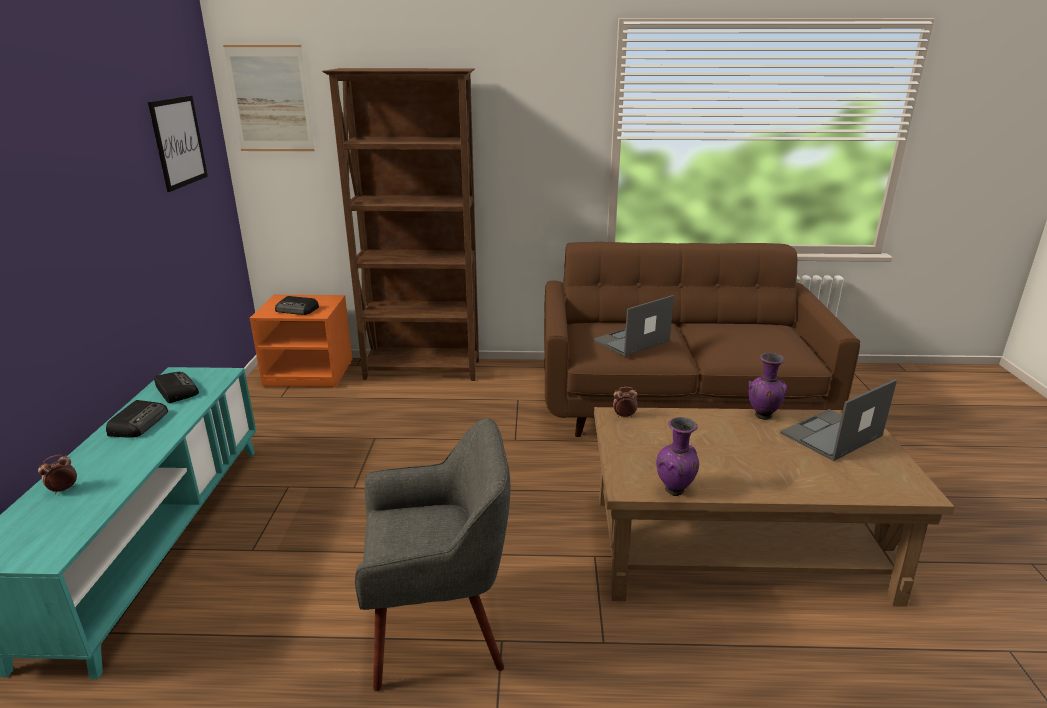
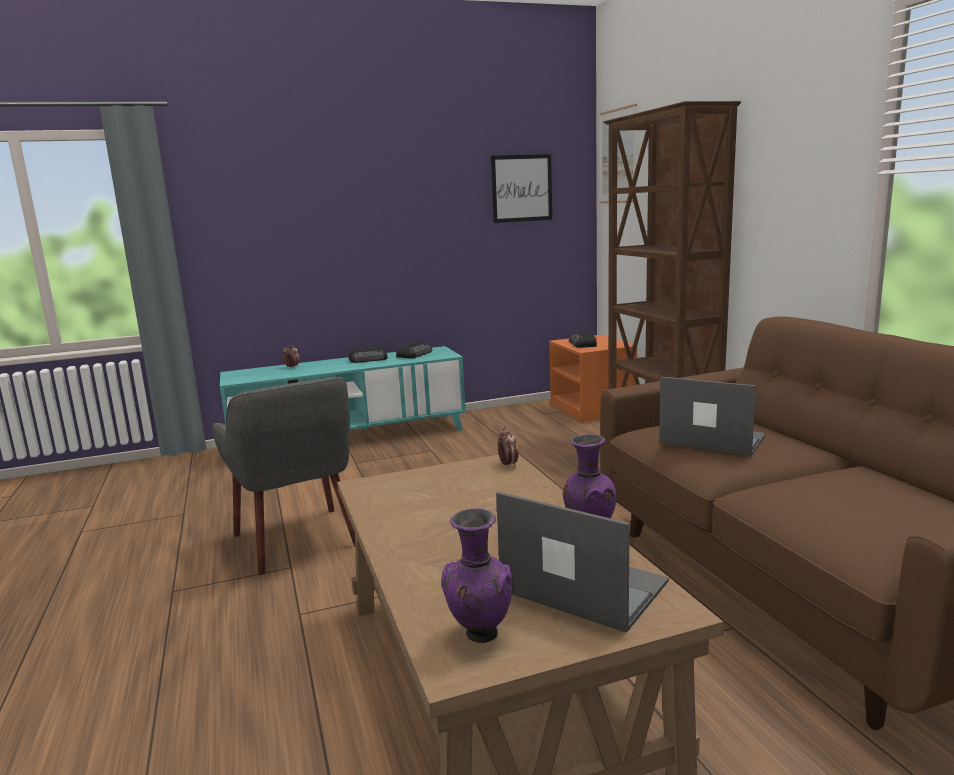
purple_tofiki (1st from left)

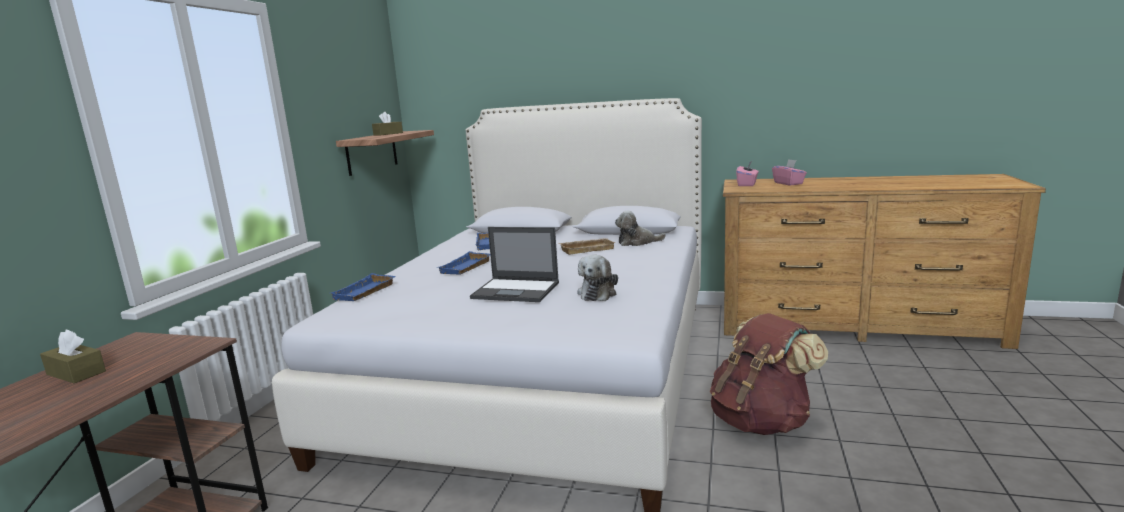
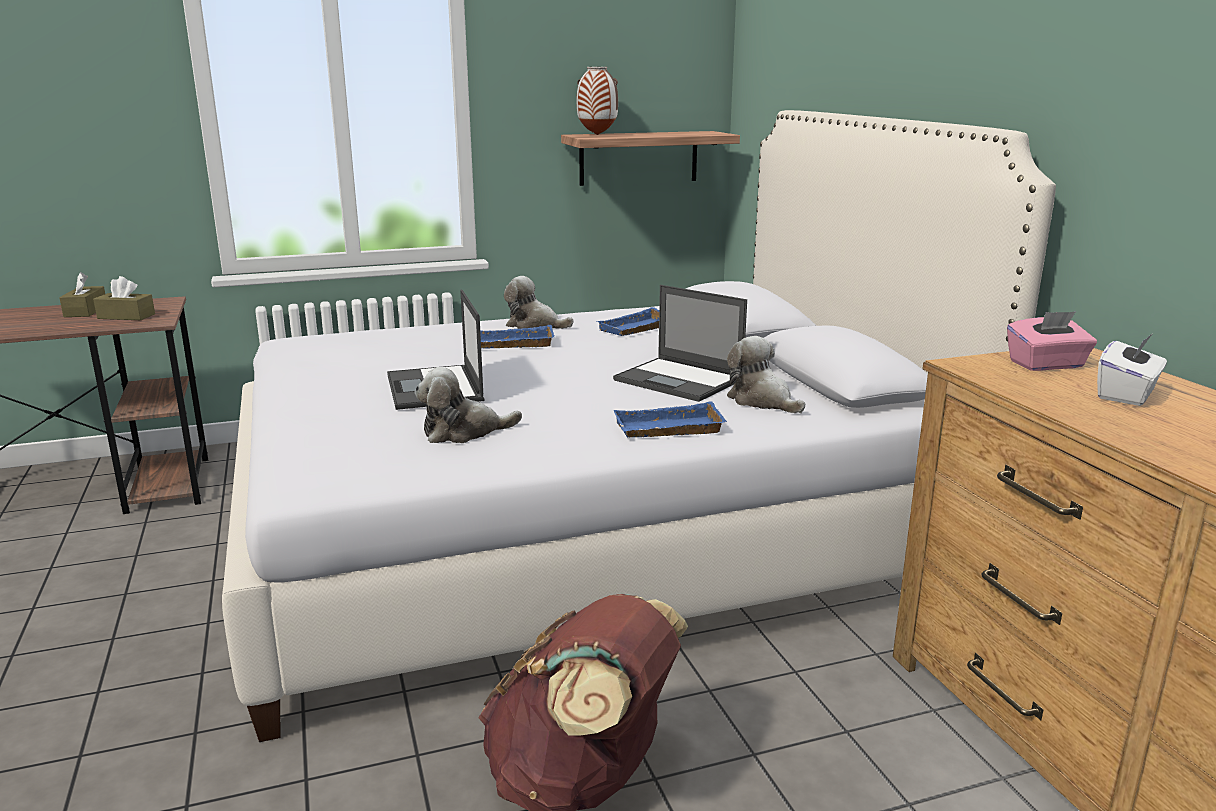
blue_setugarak (3rd from left); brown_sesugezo (2nd from left); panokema (2nd from left); white_sesugezo; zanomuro (2nd from left); tofiki

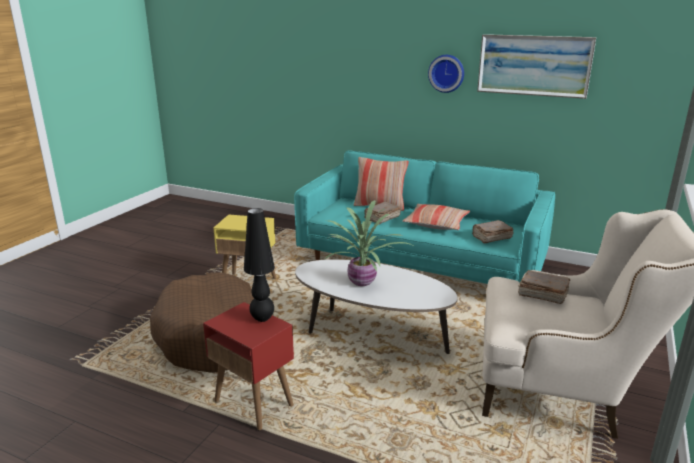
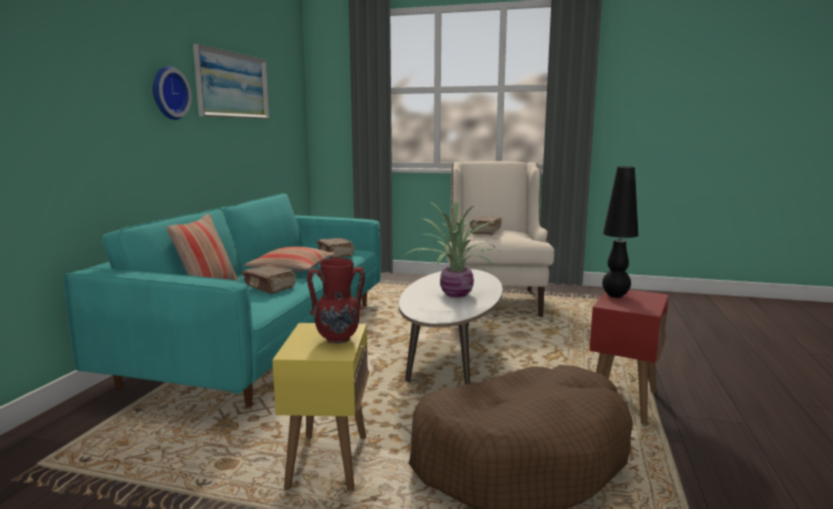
red_tofiki

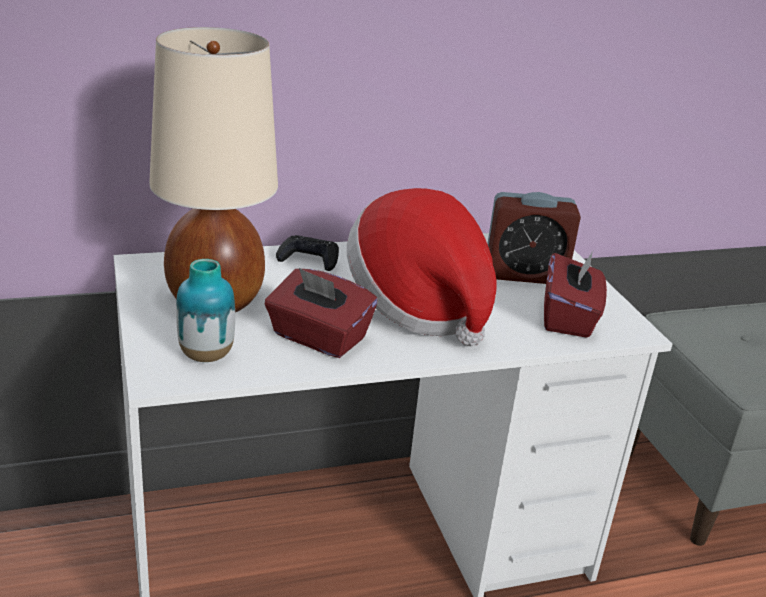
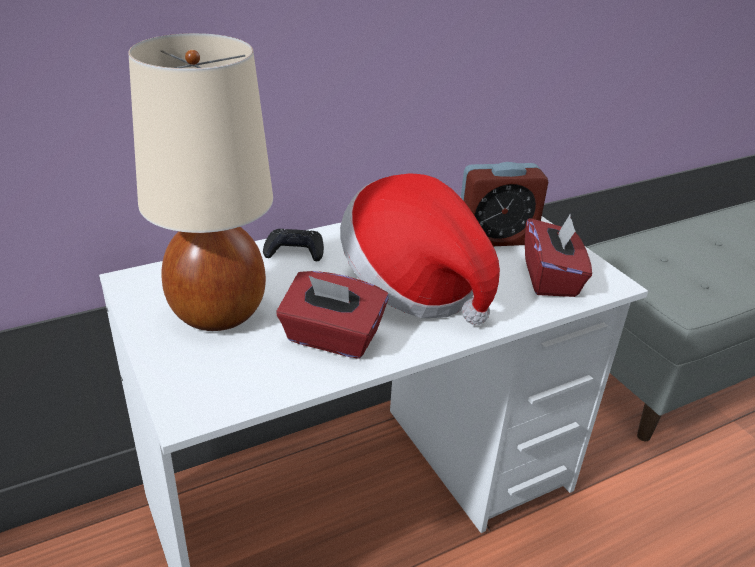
tofiki

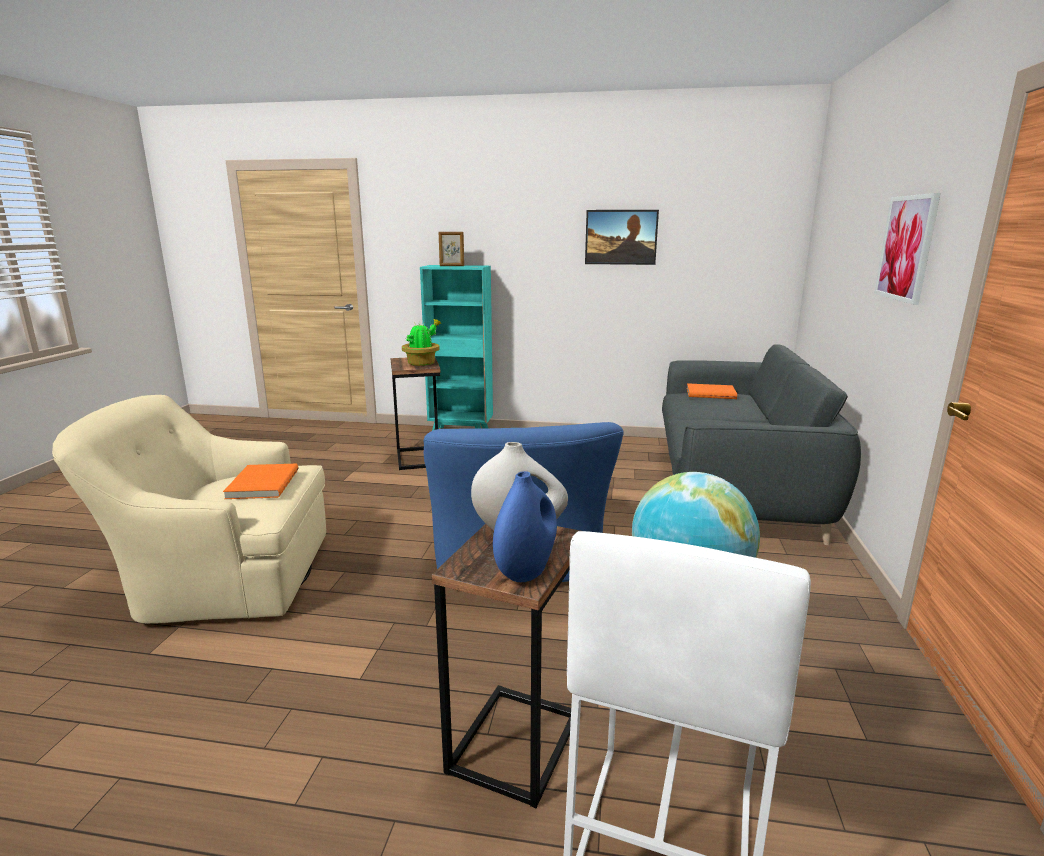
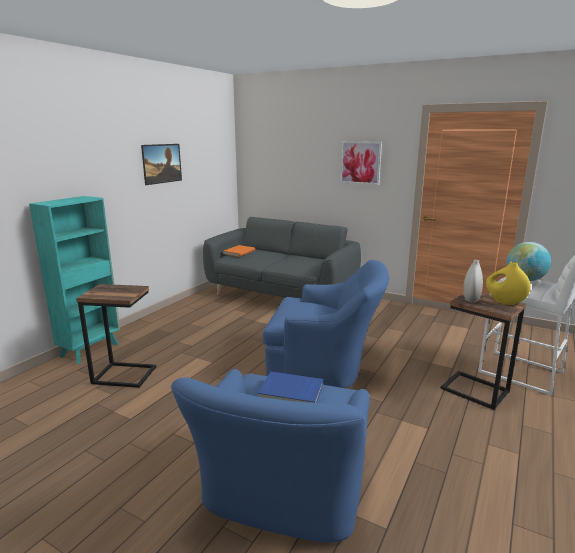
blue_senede (1st from left); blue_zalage; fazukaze; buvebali; yellow_tofiki

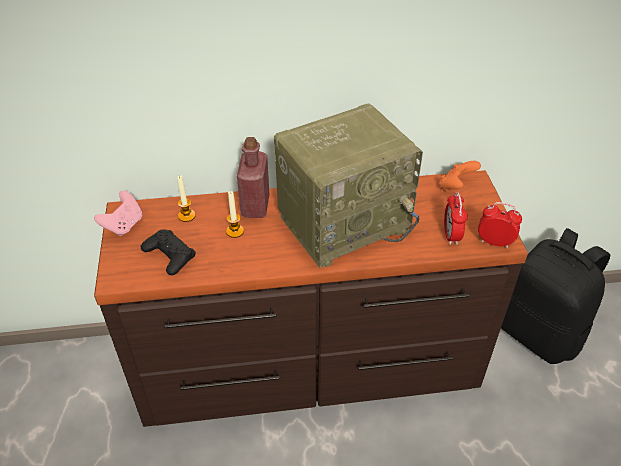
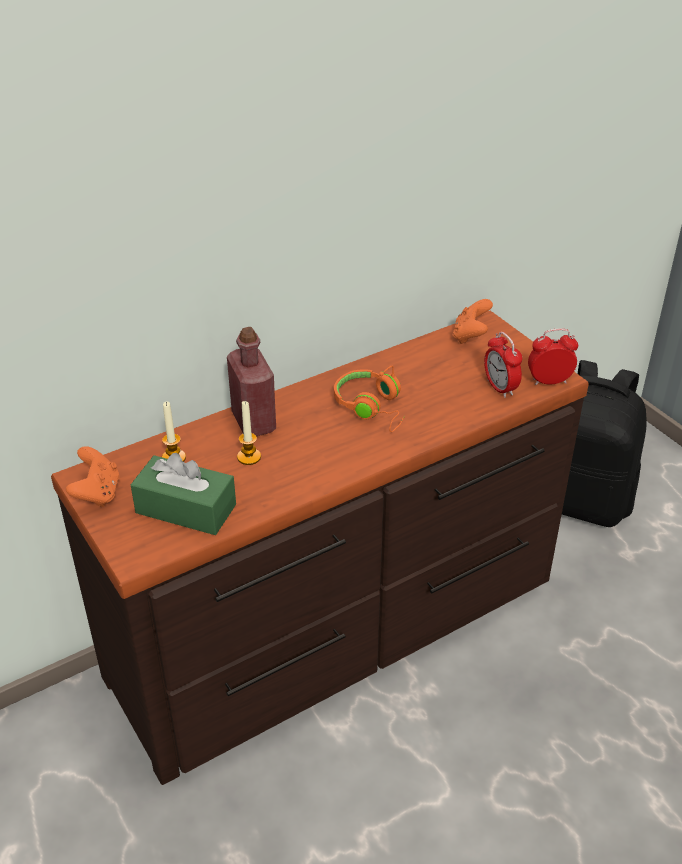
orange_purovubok (1st from left); green_sesugezo; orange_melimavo

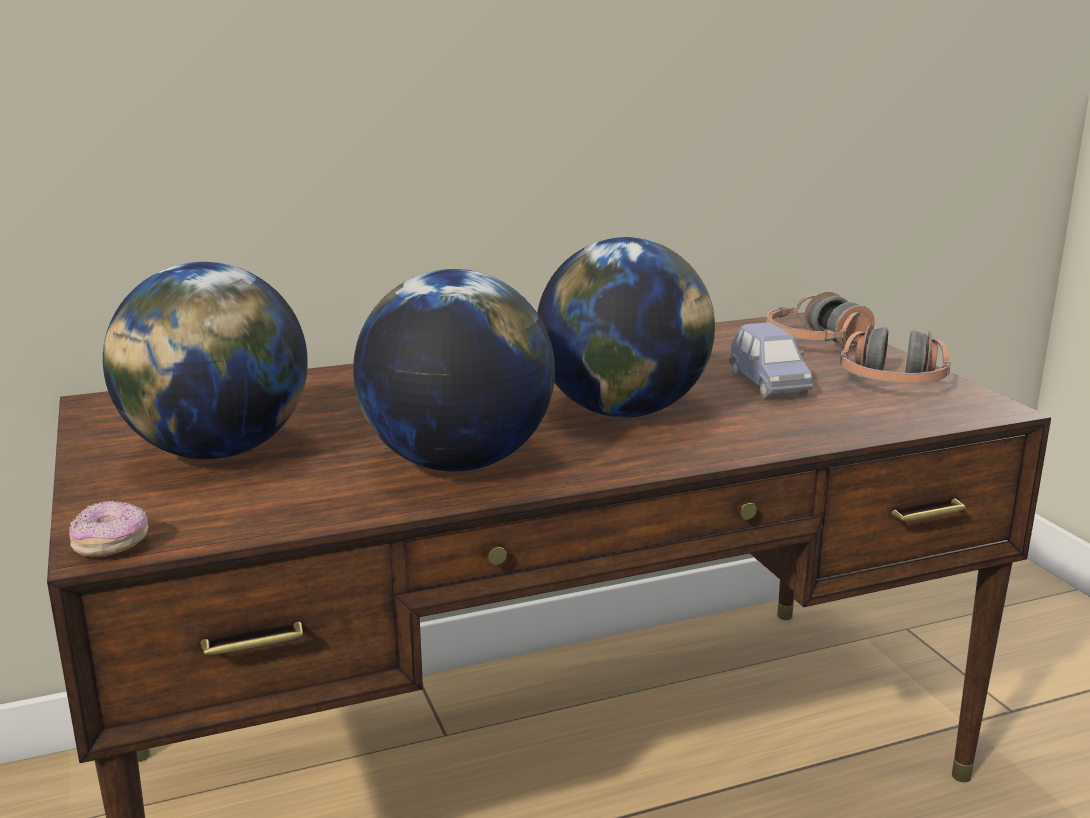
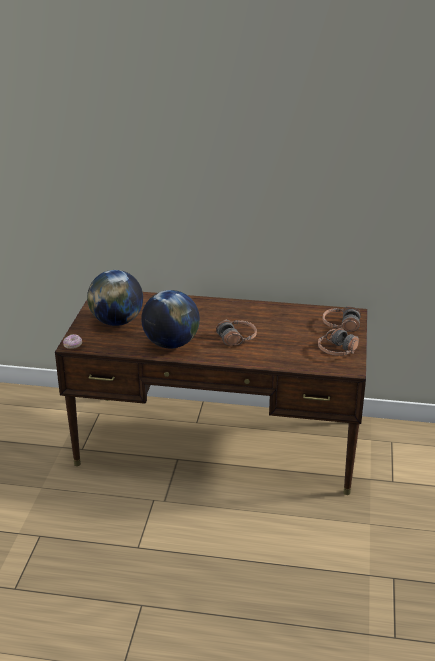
melimavo (1st from left); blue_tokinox

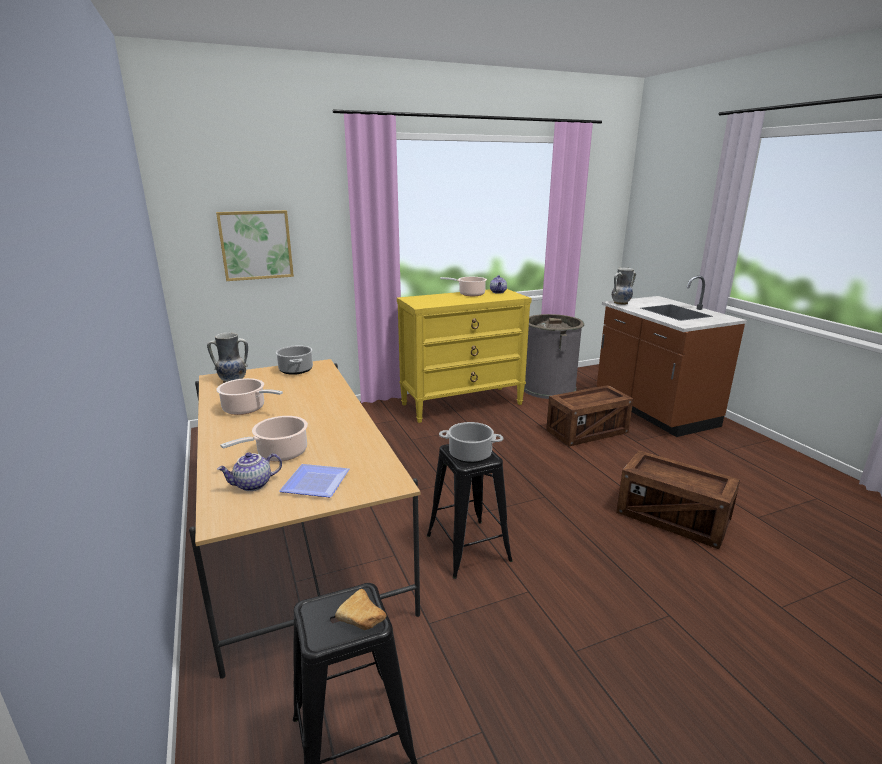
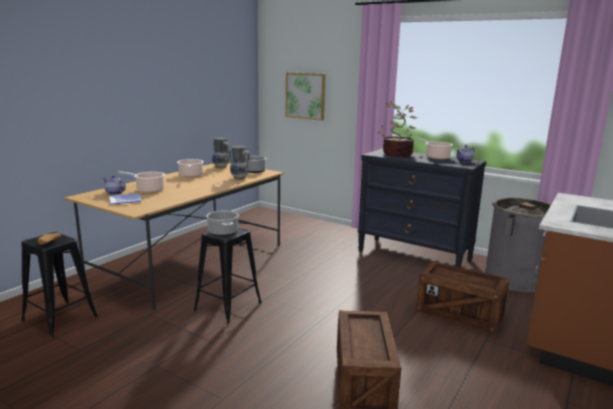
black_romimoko; tofiki (2nd from left); fazukaze

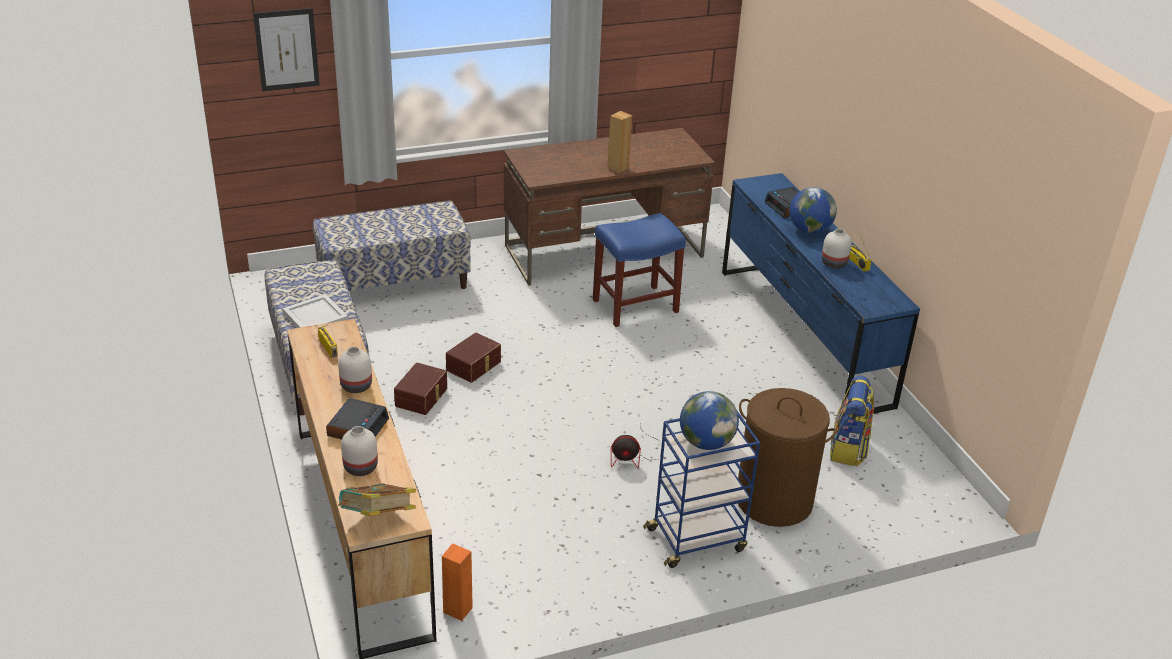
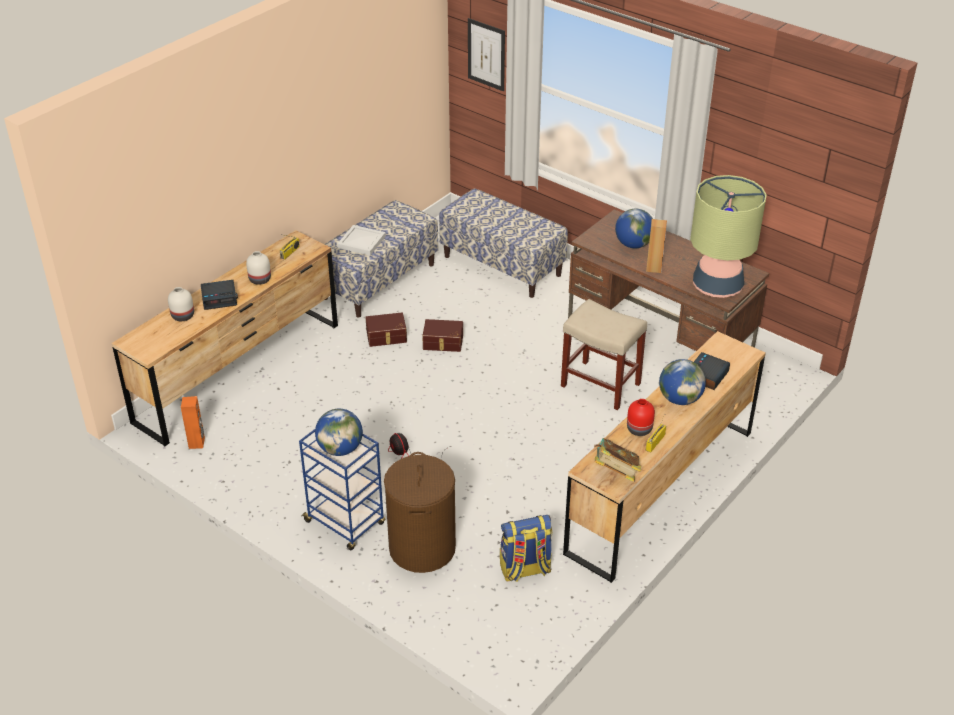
zalage; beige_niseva; brown_romimoko (2nd from left); red_tofiki; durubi (2nd from left); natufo

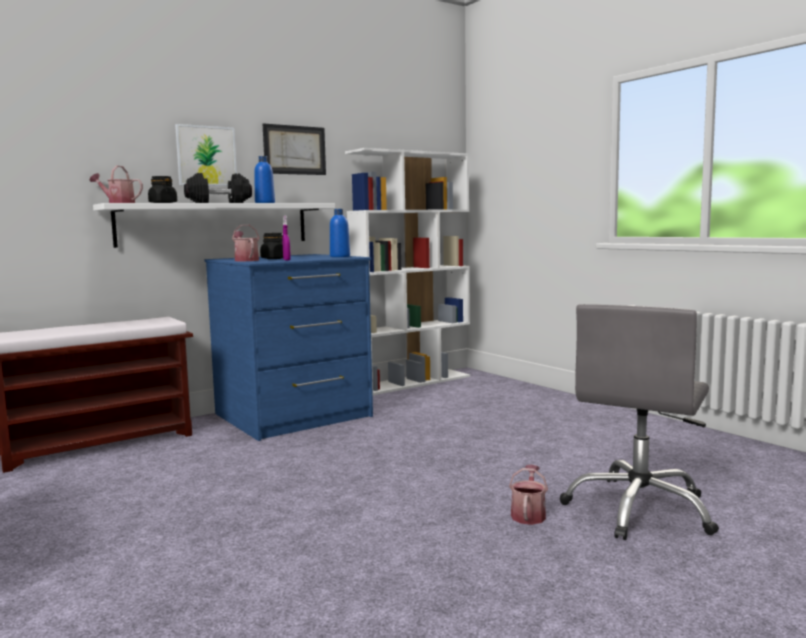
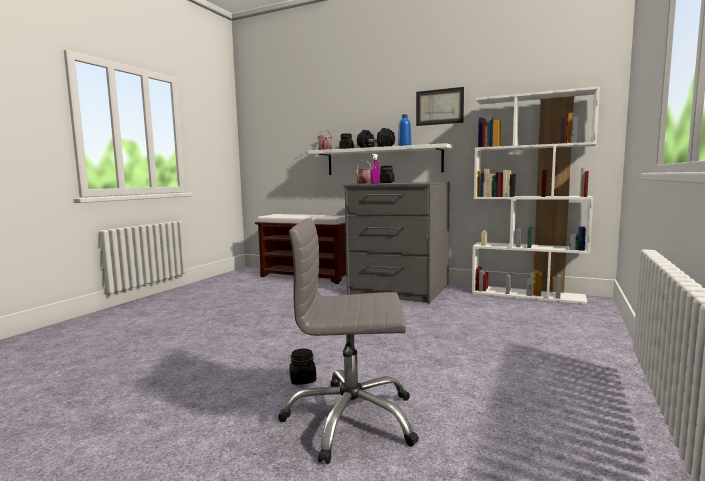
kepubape (1st from left in the first image); grey_romimoko; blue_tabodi (2nd from left in the first image); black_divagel (1st from left)

